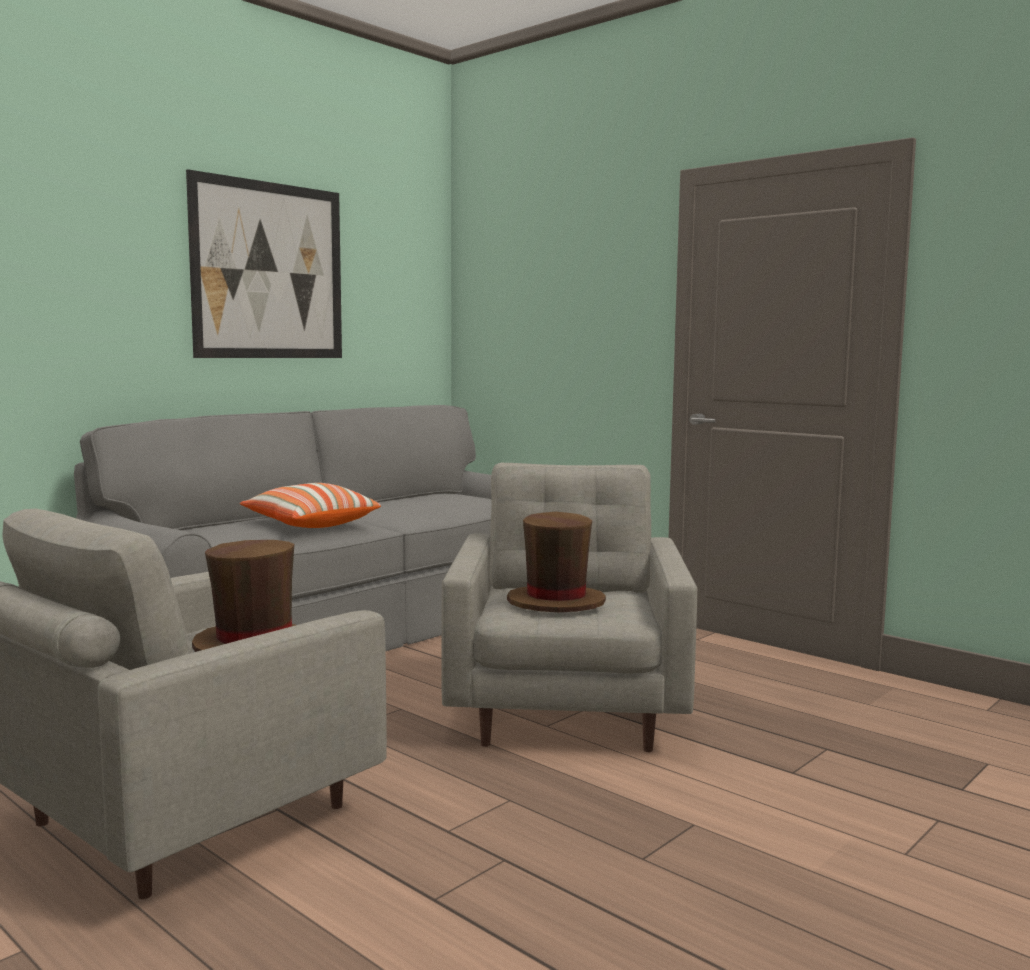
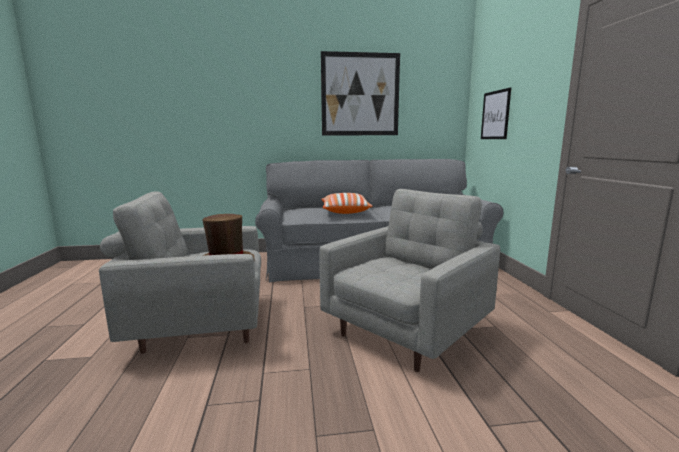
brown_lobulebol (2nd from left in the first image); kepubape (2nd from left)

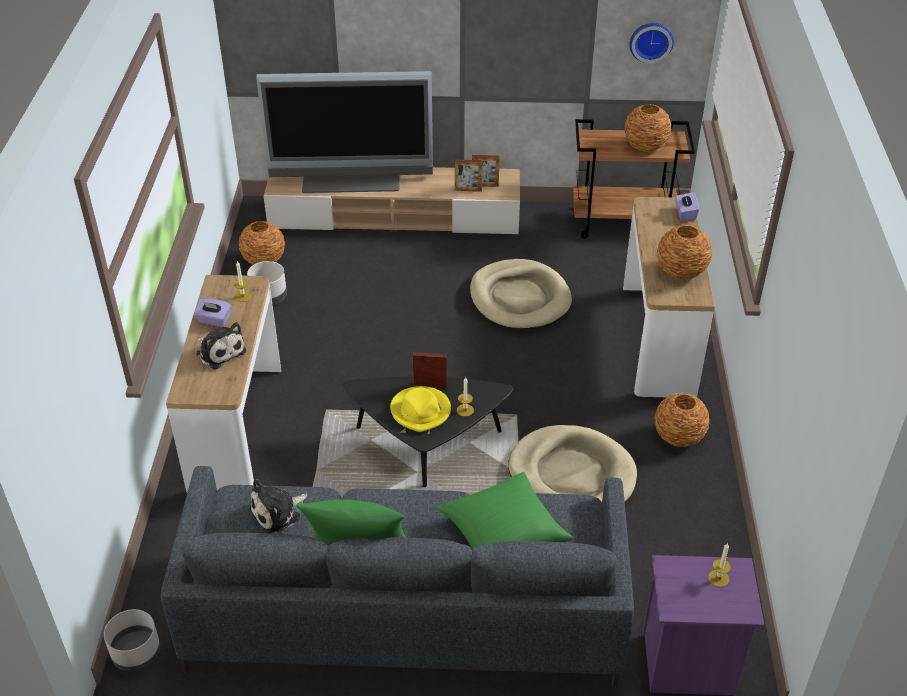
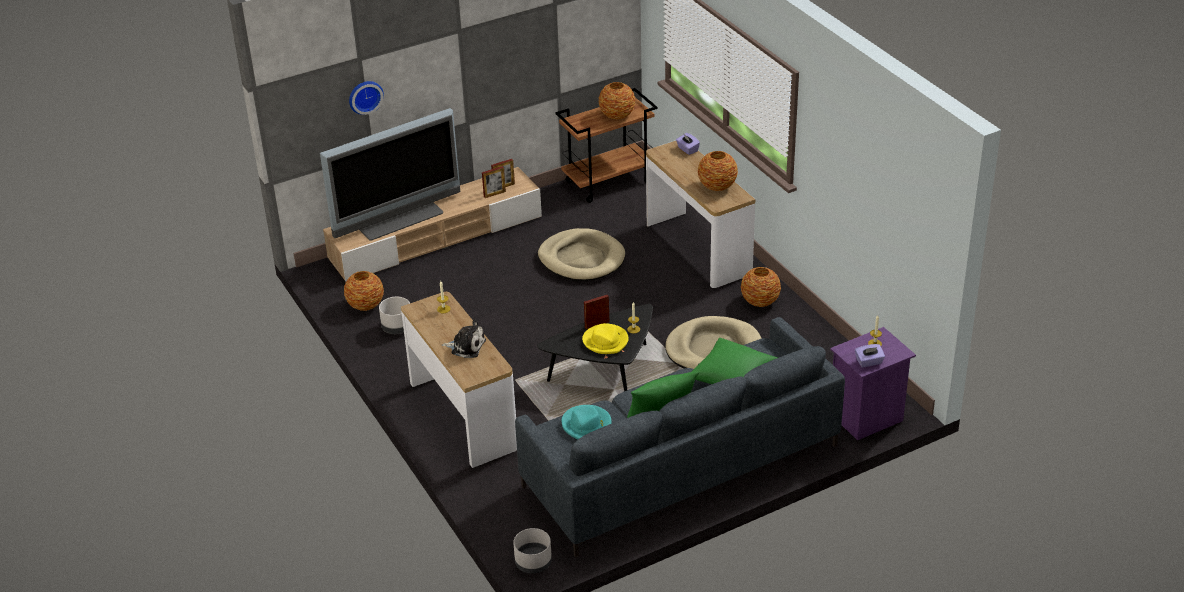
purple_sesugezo (2nd from left); turquoise_lobulebol; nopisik

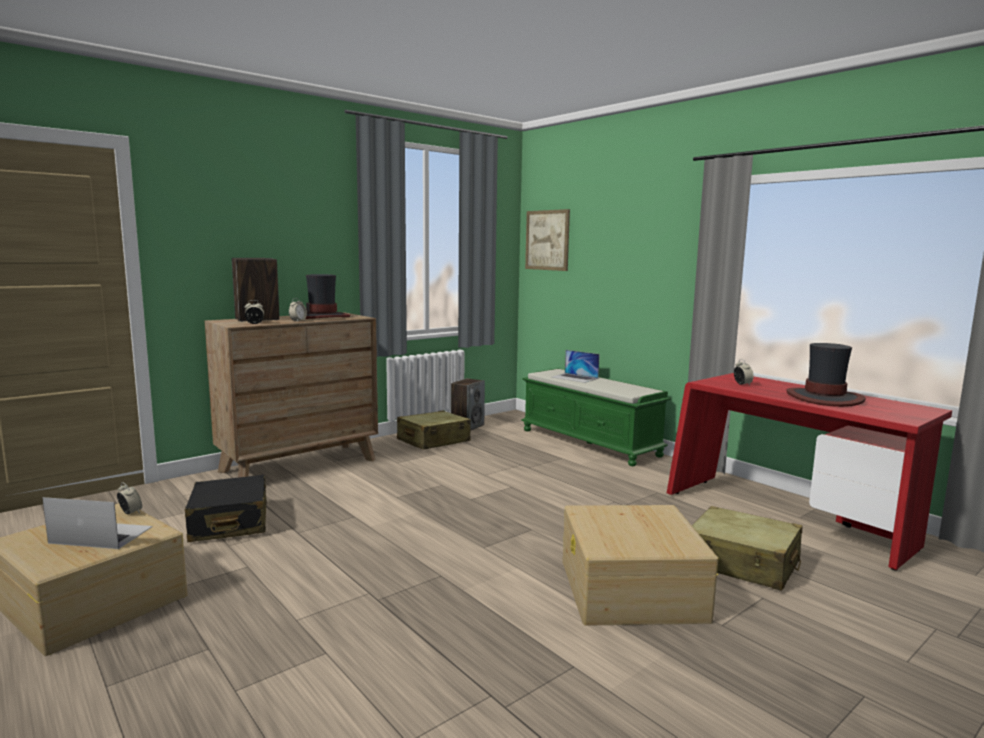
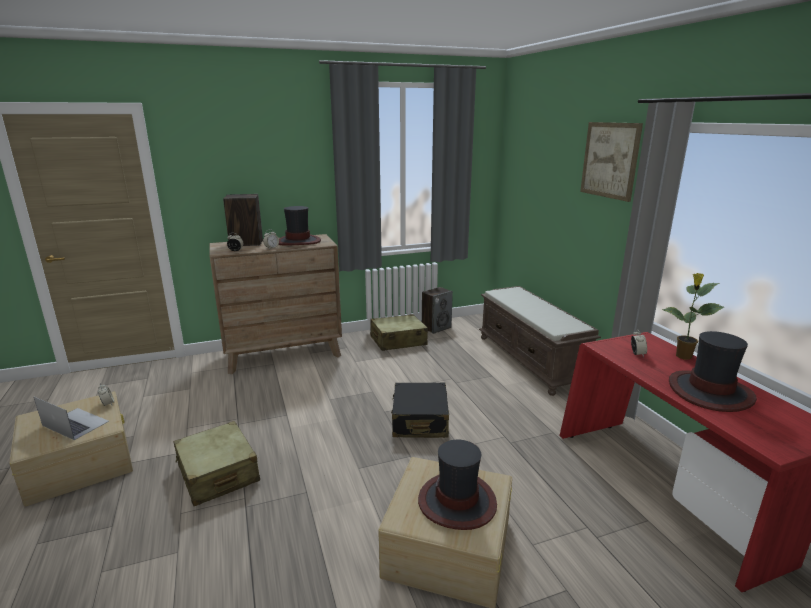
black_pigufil; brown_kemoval; kepubape; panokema (2nd from left in the first image); beige_pigufil (1st from left); lobulebol (2nd from left); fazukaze

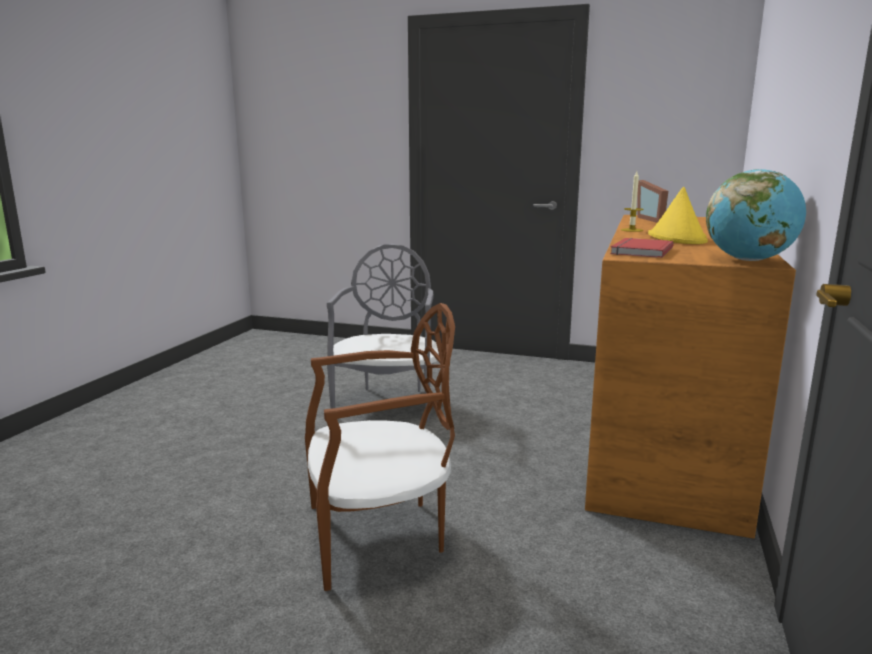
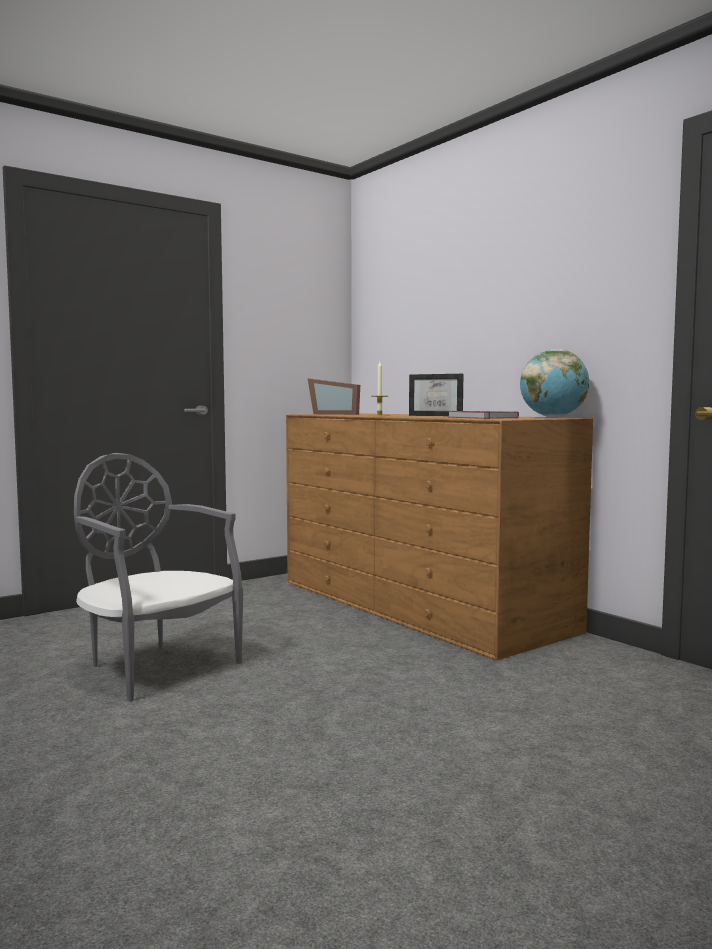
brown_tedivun; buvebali (2nd from left)

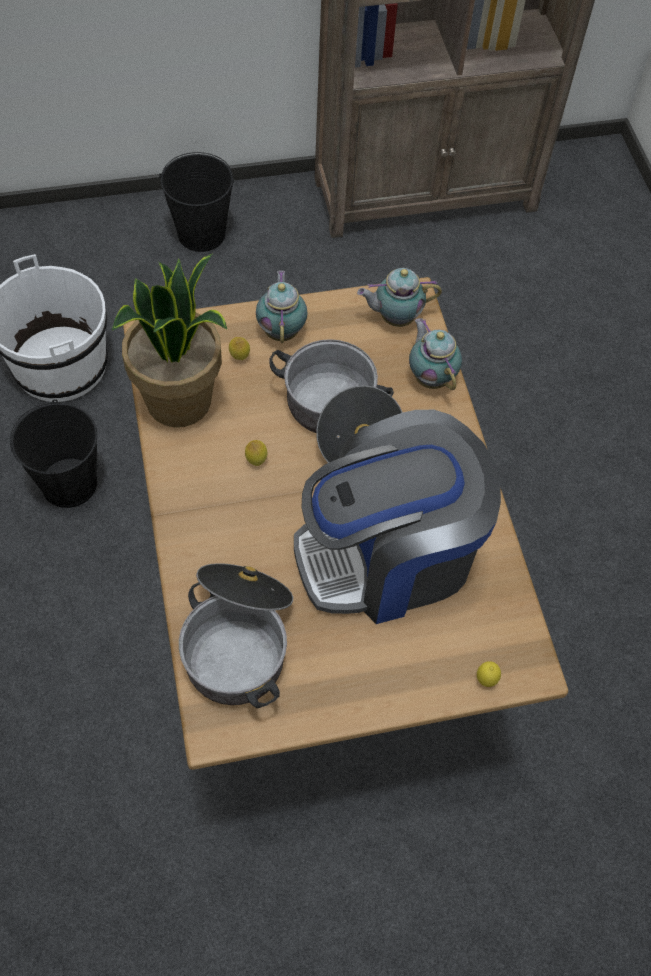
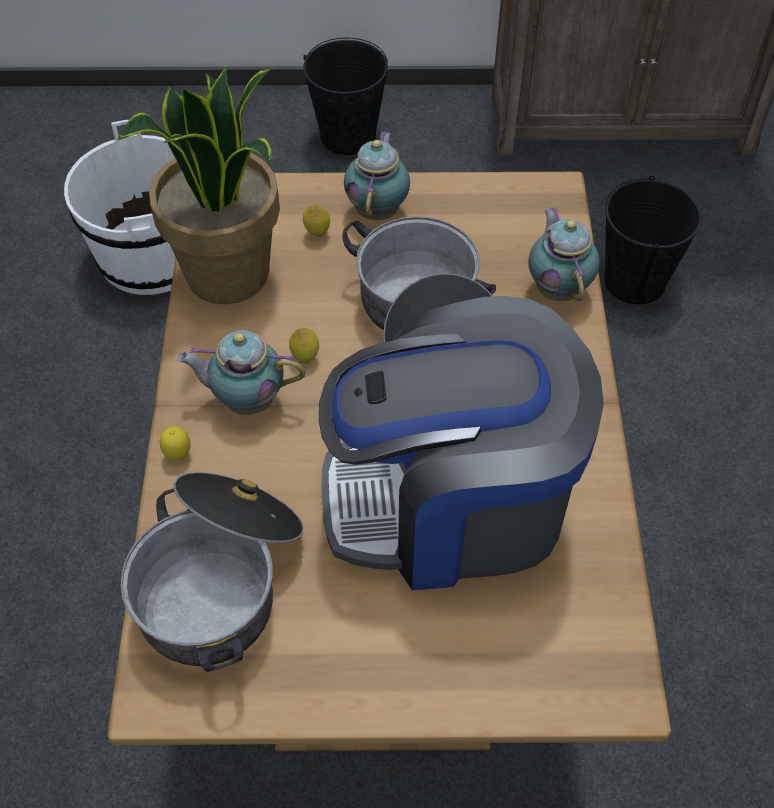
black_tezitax (2nd from left); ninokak (1st from left); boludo (1st from left)

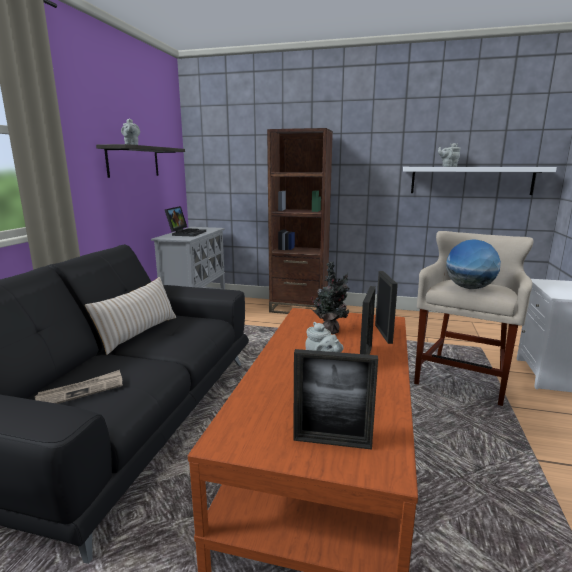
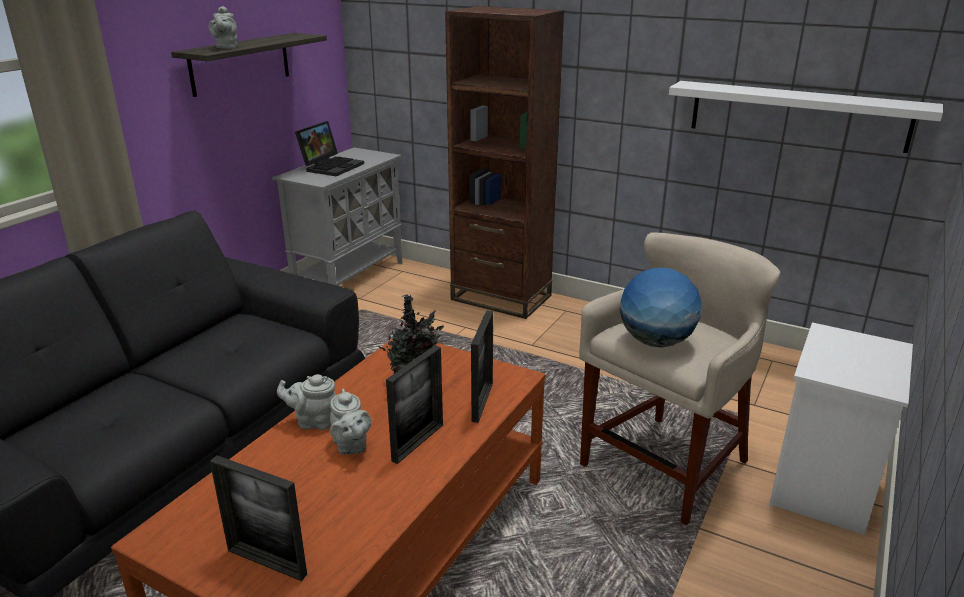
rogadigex; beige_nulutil; grey_ninokak (2nd from left)

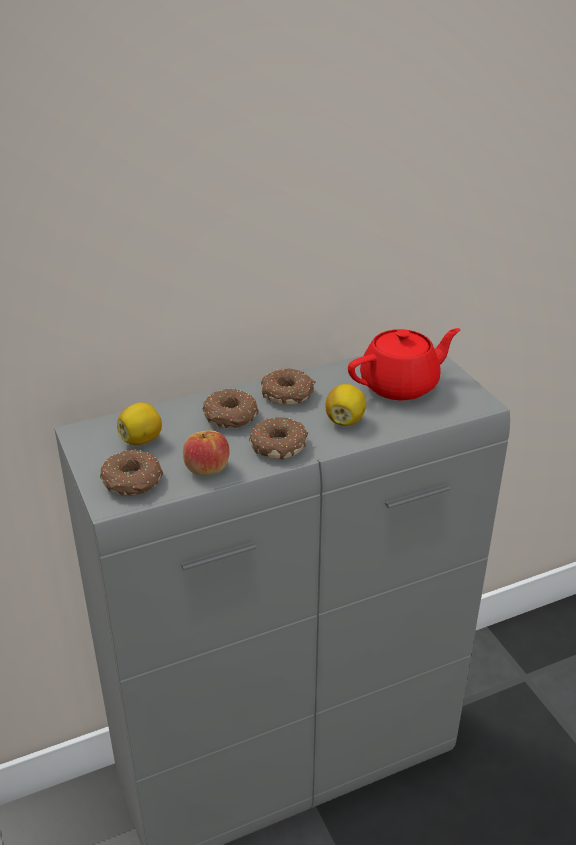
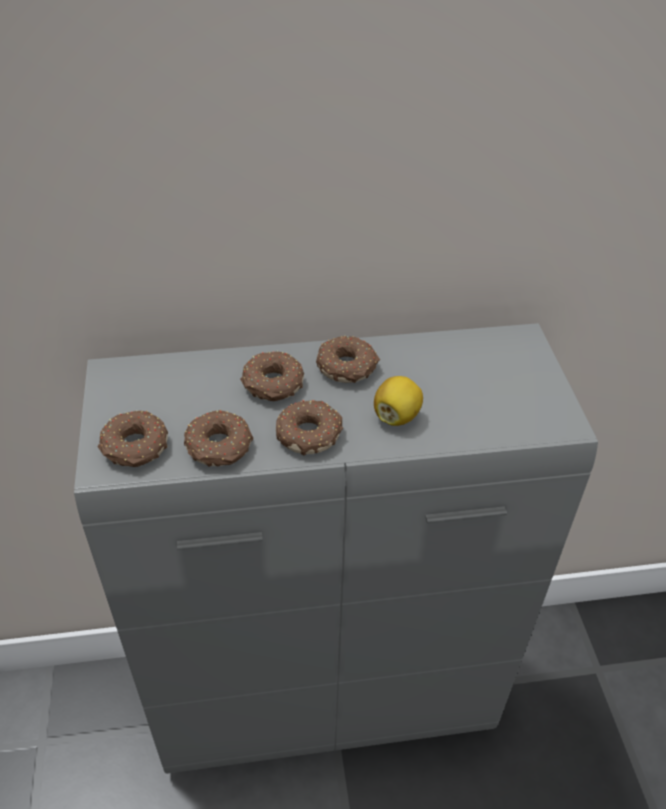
boludo (1st from left in the first image); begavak (2nd from left); red_ninokak

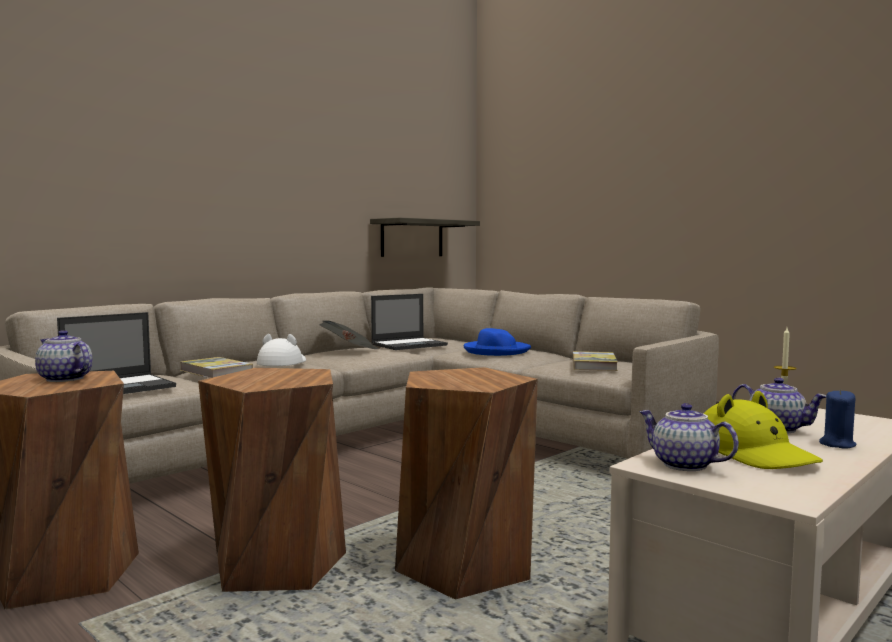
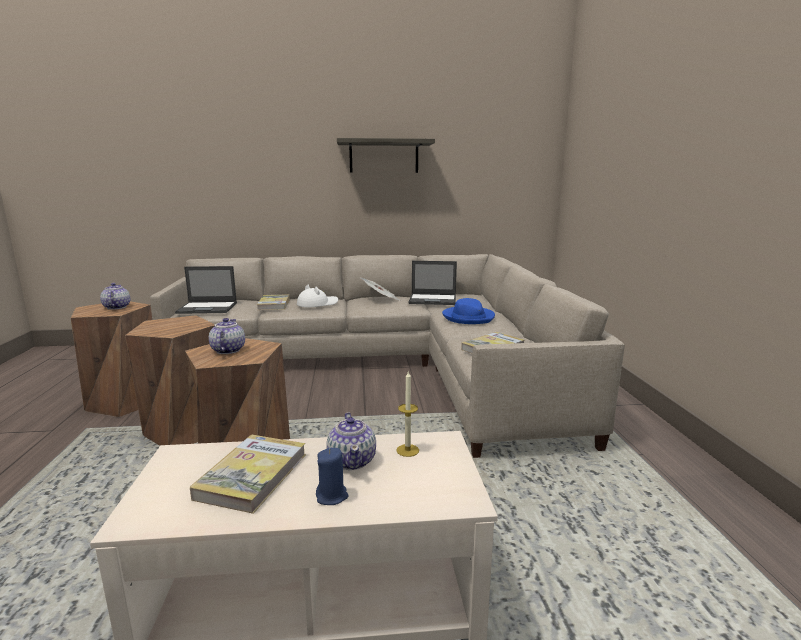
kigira; ninokak (2nd from left); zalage (1st from left)

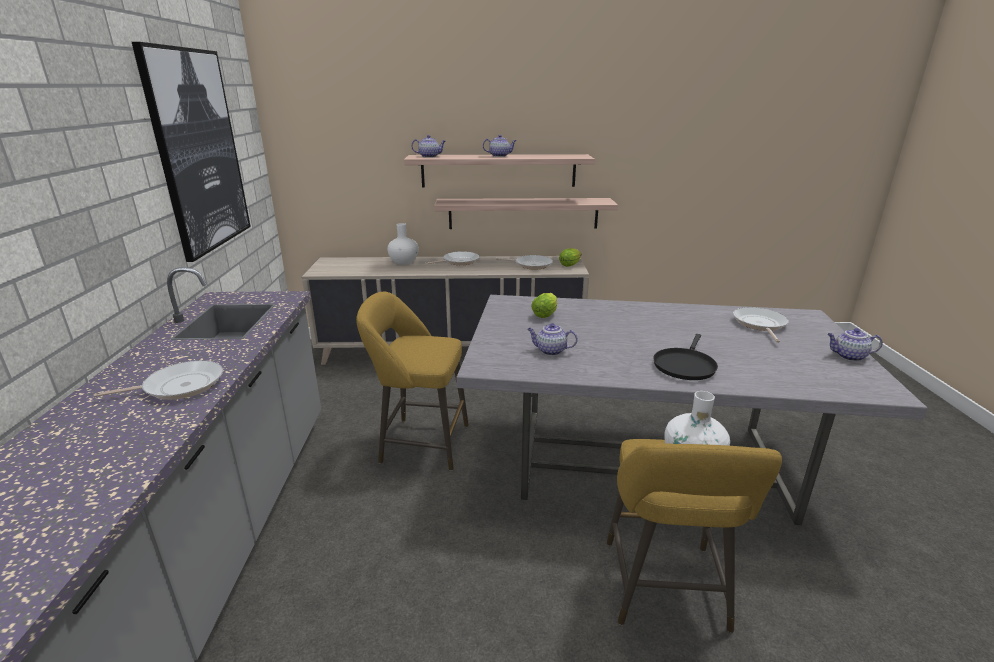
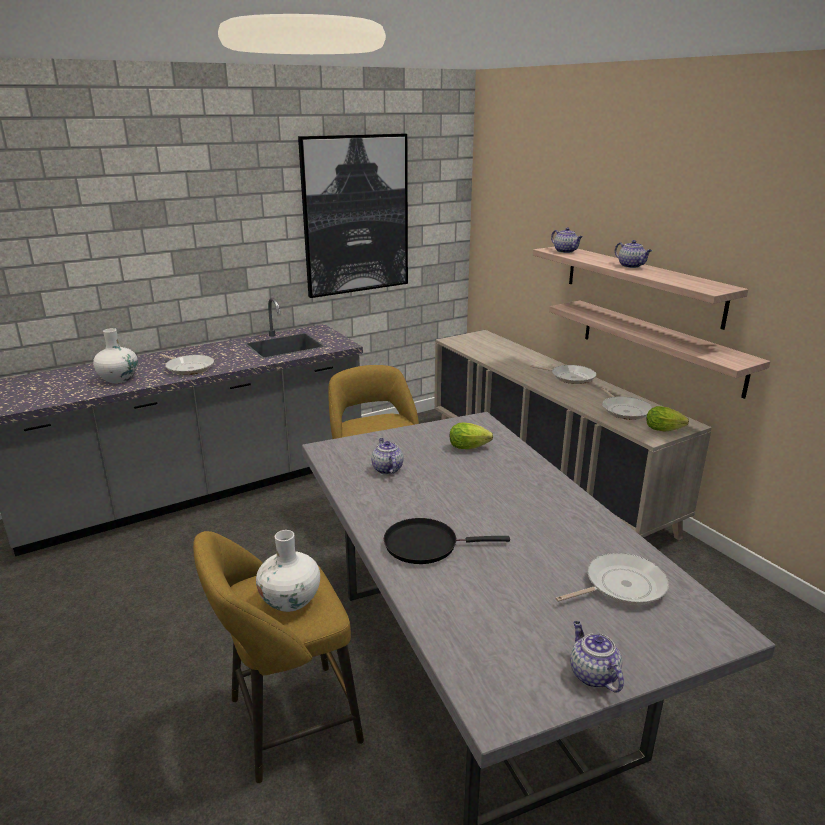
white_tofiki (1st from left)

